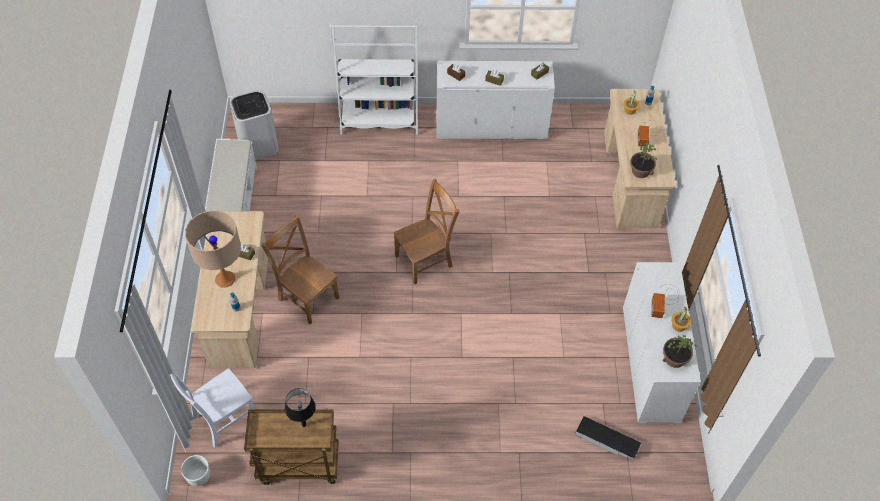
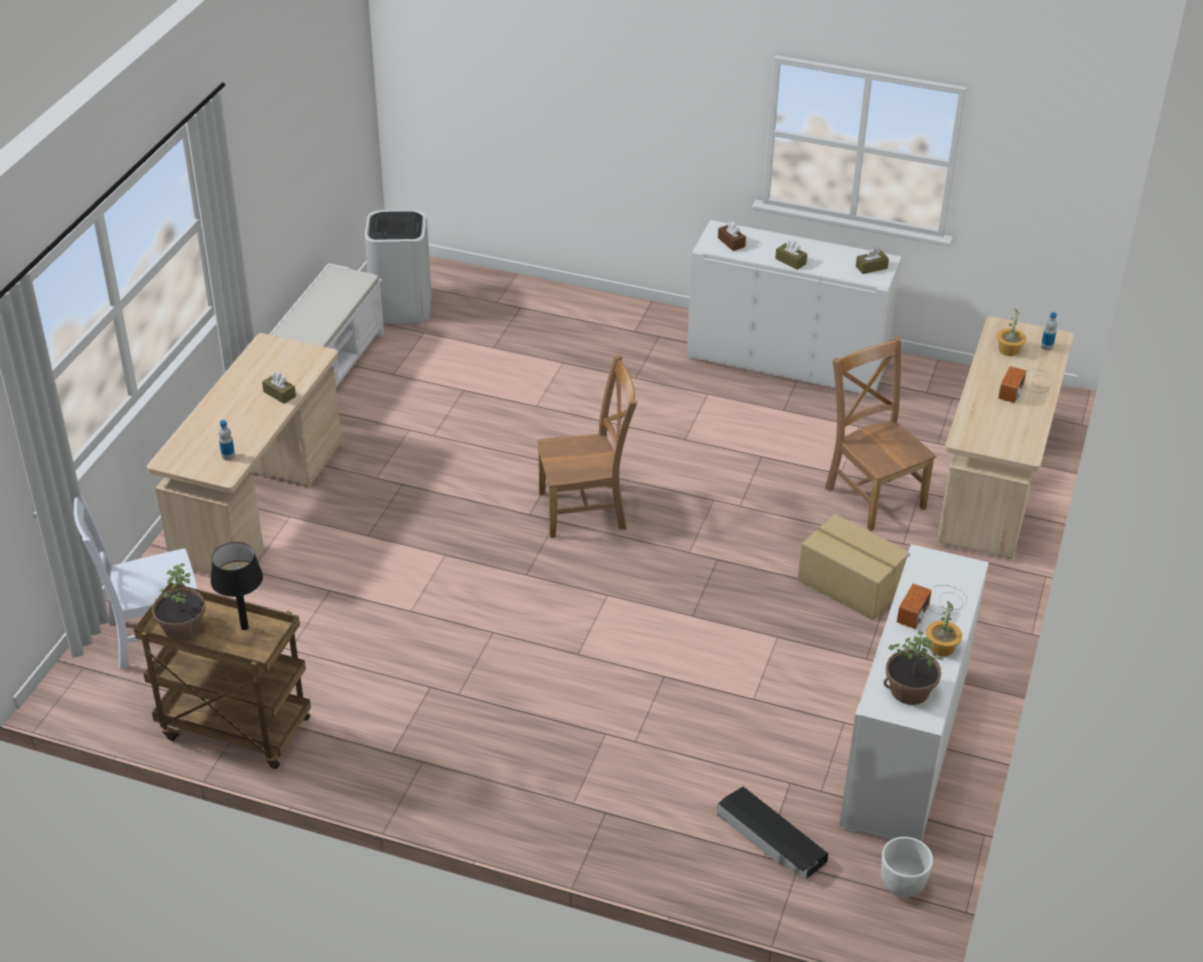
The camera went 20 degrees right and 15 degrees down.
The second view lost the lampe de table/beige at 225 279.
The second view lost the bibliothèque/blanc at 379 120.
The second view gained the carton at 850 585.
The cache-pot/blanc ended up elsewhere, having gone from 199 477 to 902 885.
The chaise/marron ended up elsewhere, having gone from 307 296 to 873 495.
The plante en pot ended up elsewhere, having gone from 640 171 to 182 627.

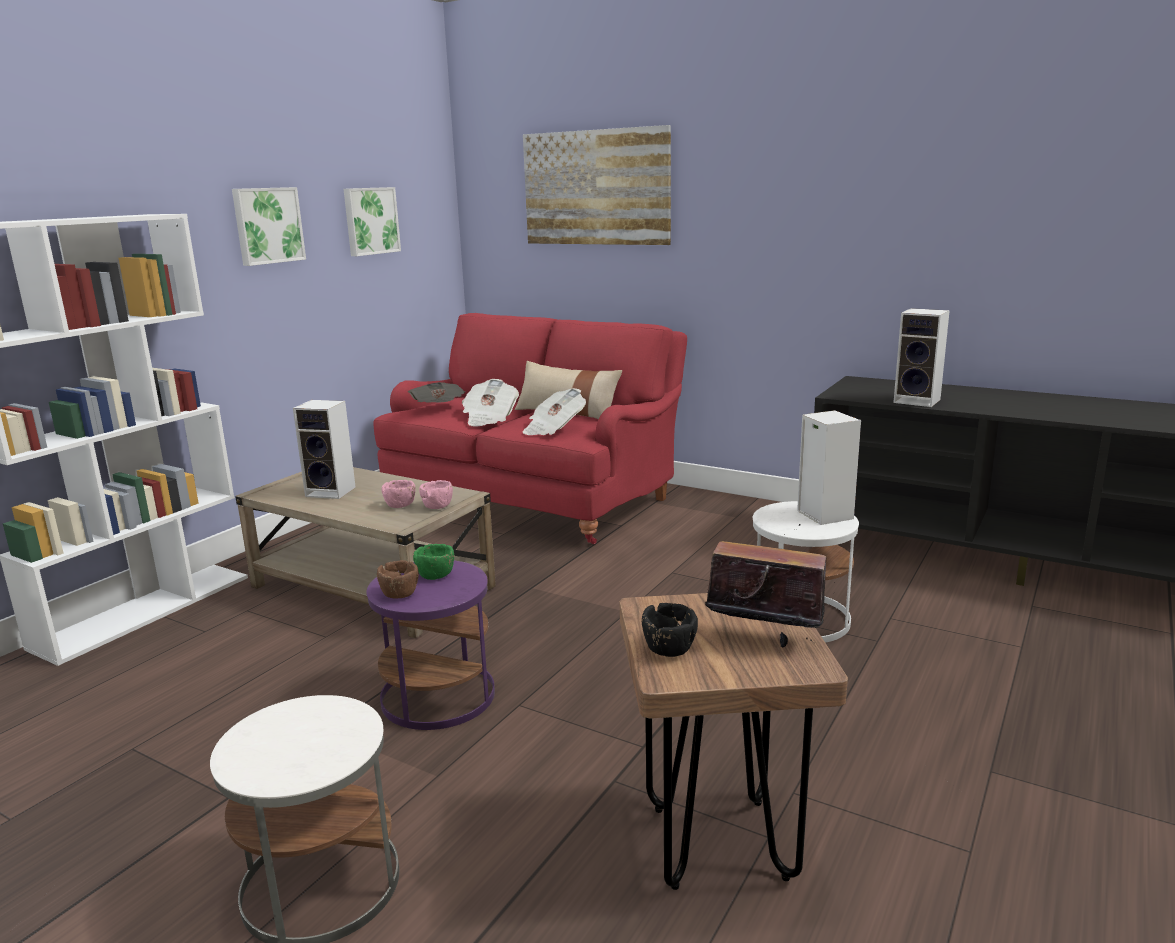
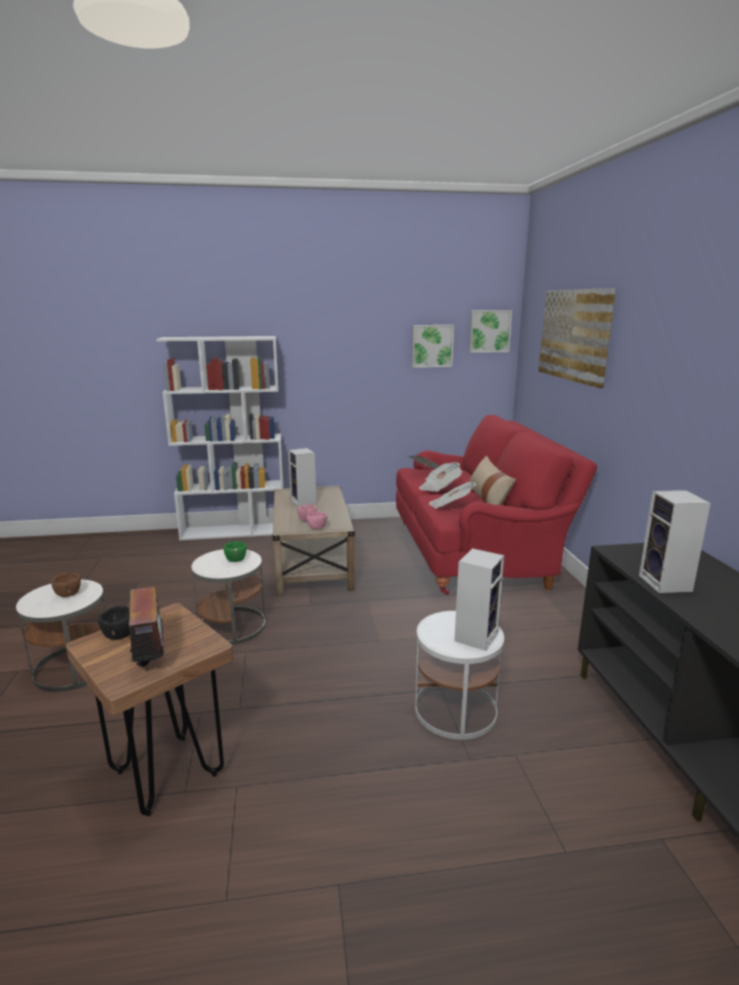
The camera went 50 degrees right and 0 degrees up.
The tableau ended up elsewhere, having gone from 267 225 to 489 331.
The bol/marron ended up elsewhere, having gone from 400 594 to 68 594.
What was the table d'appoint/violet at 438 695 turned into the table d'appoint/blanc at 232 626.

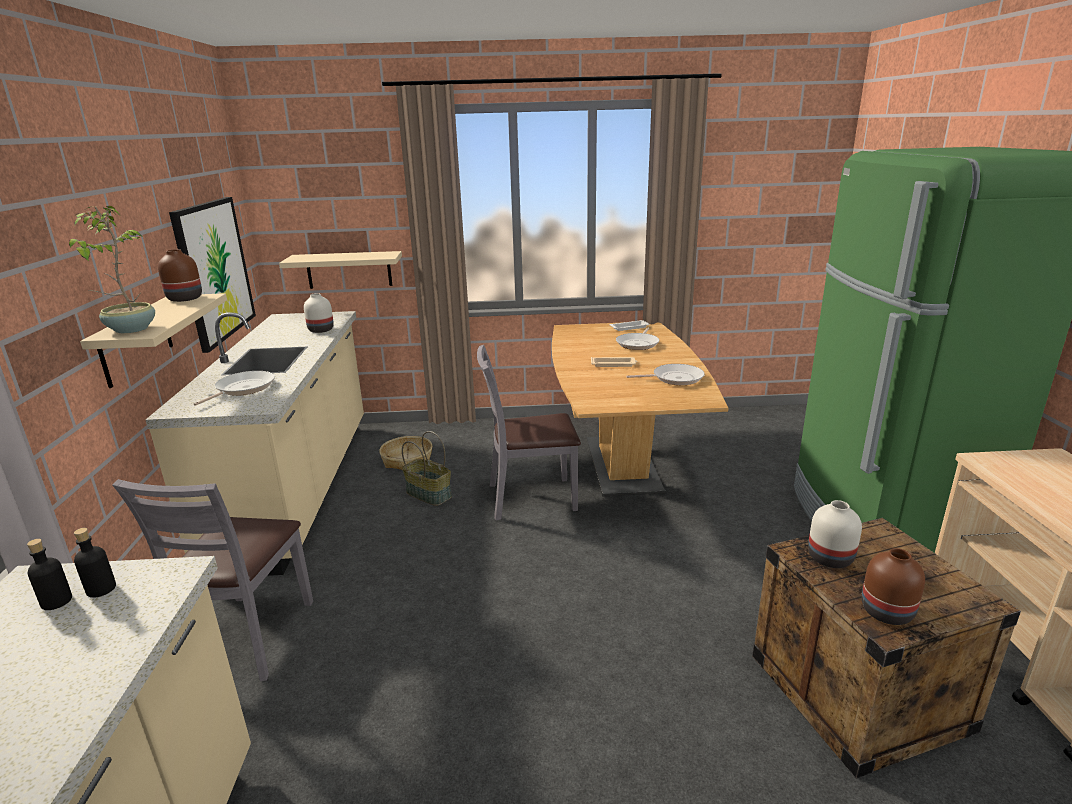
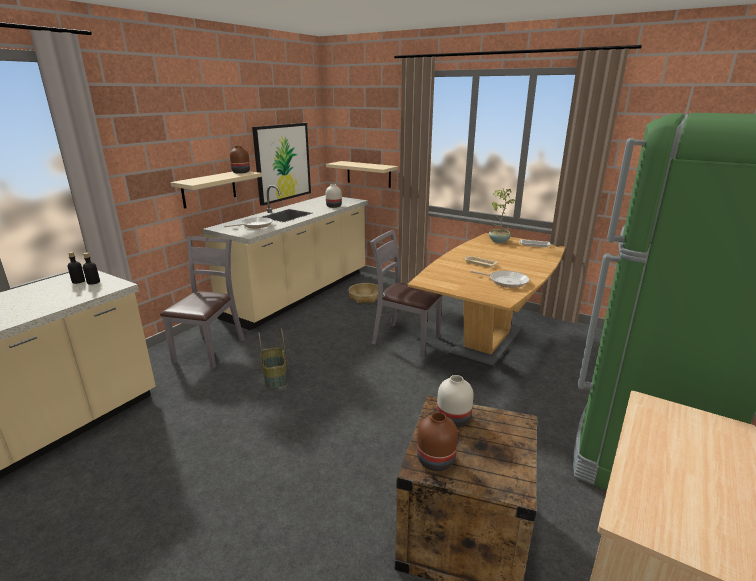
The camera went 35 degrees right and 0 degrees up.
The second view lost the poêle at 638 344.
The plante en pot ended up elsewhere, having gone from 130 329 to 498 241.
The panier ended up elsewhere, having gone from 429 494 to 275 377.
The chaise/gris at 248 637 ended up facing another way, 150 degrees clockwise from before.

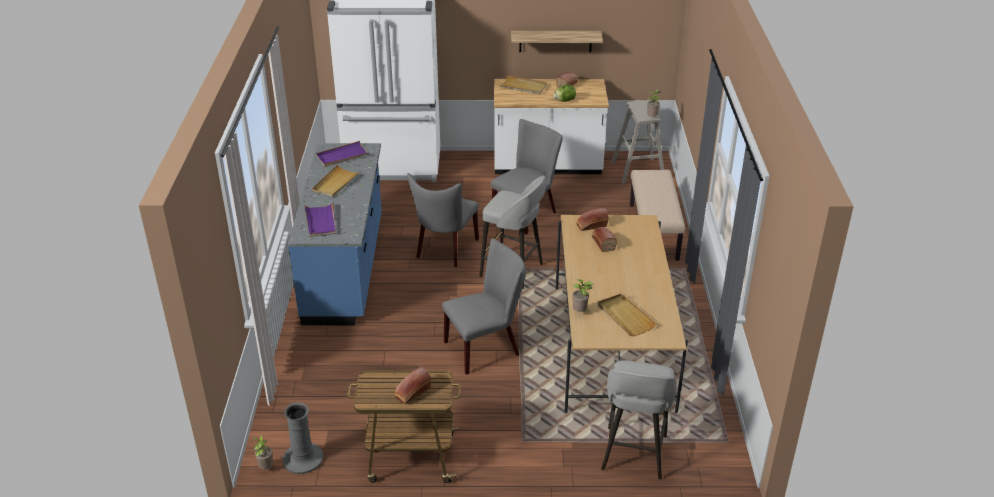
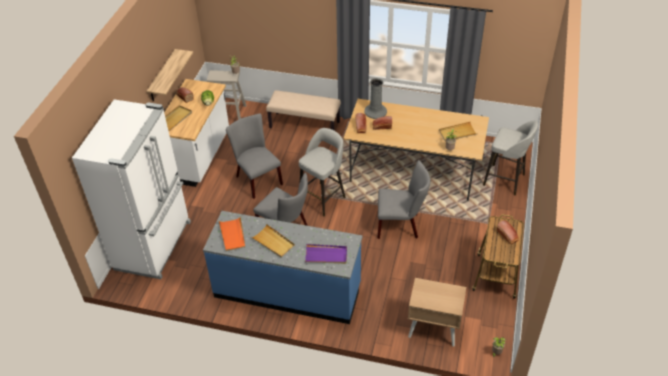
The camera went 75 degrees left and 10 degrees up.
The second view gained the table de chevet/beige at 433 328.
The vase/gris ended up elsewhere, having gone from 302 458 to 375 112.
What was the plateau/violet at 342 156 turned into the plateau/orange at 232 235.
The chaise/gris at 486 347 ended up facing another way, 105 degrees clockwise from before.

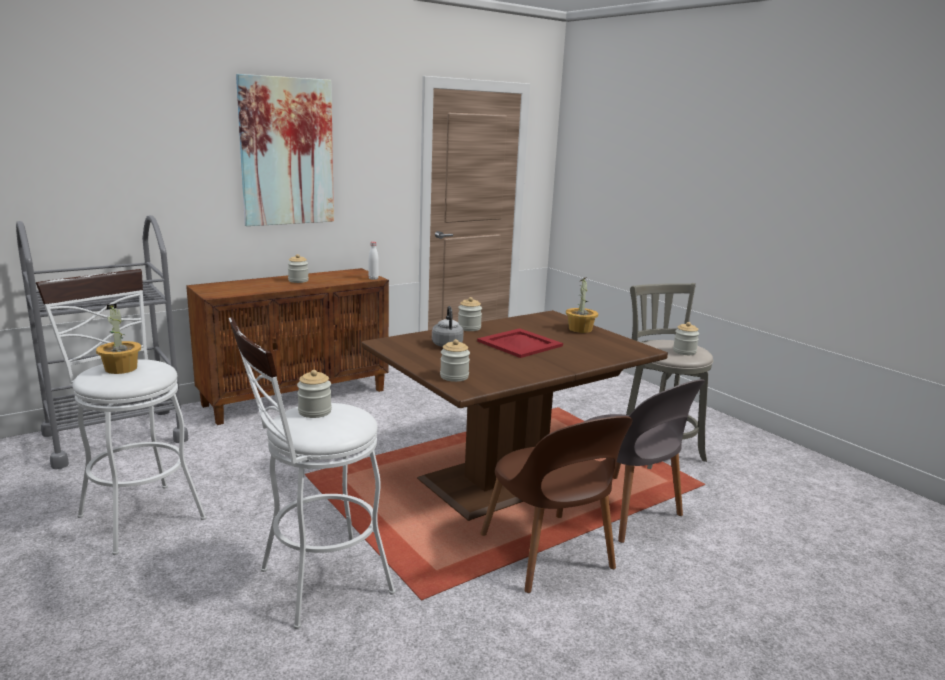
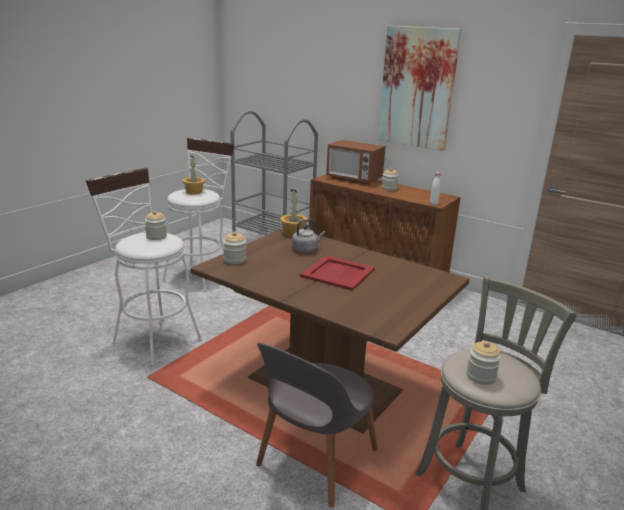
The camera went 70 degrees right and 5 degrees up.
The second view lost the bocal at 469 328.
The second view lost the chaise/marron at 548 555.
The second view gained the micro-ondes at 354 179.
The plante en pot ended up elsewhere, having gone from 580 329 to 293 233.

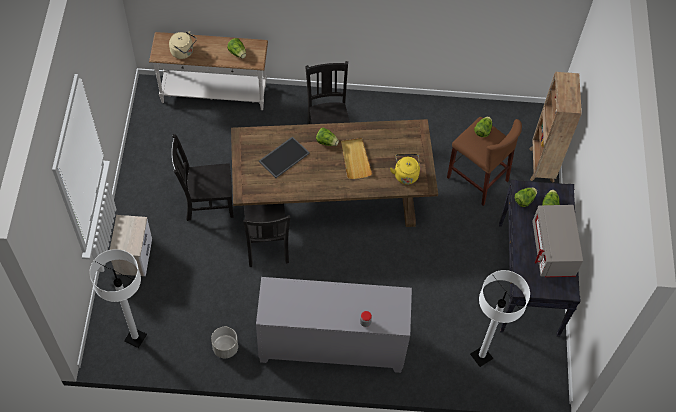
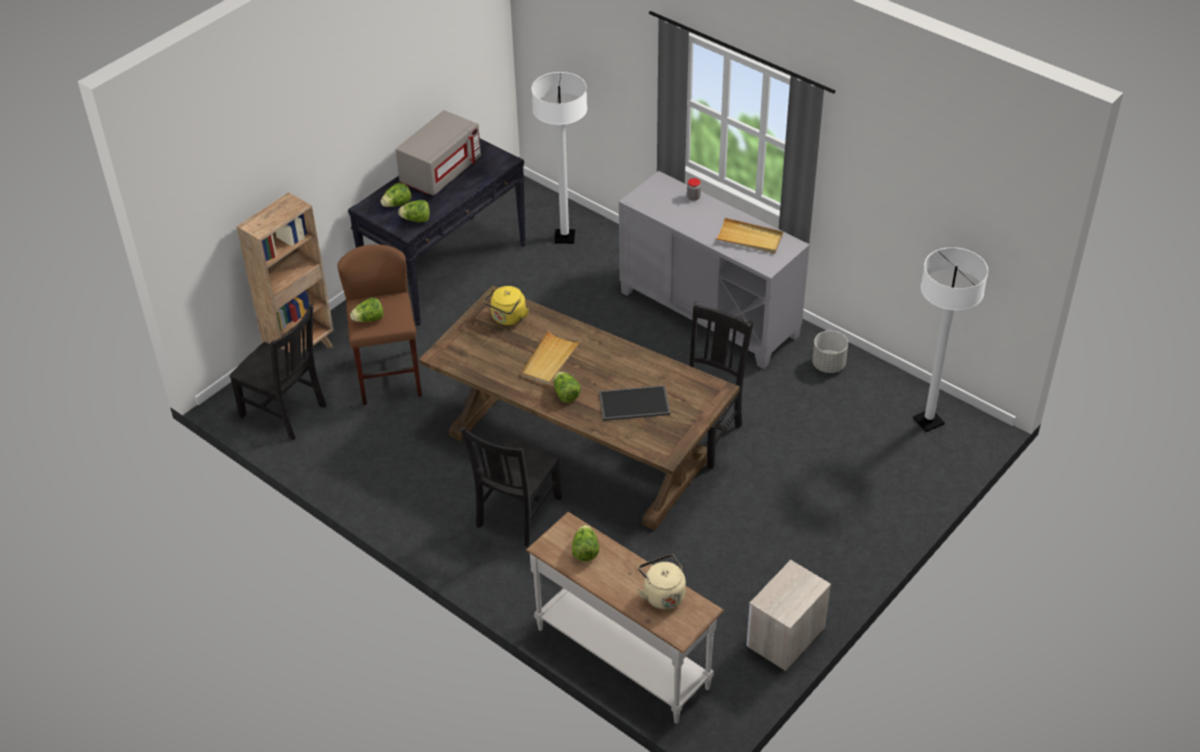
The camera went 140 degrees left and 15 degrees down.
The second view gained the plateau/beige at 749 238.
The table de chevet ended up elsewhere, having gone from 134 256 to 784 638.
The chaise/noir ended up elsewhere, having gone from 207 202 to 285 412.

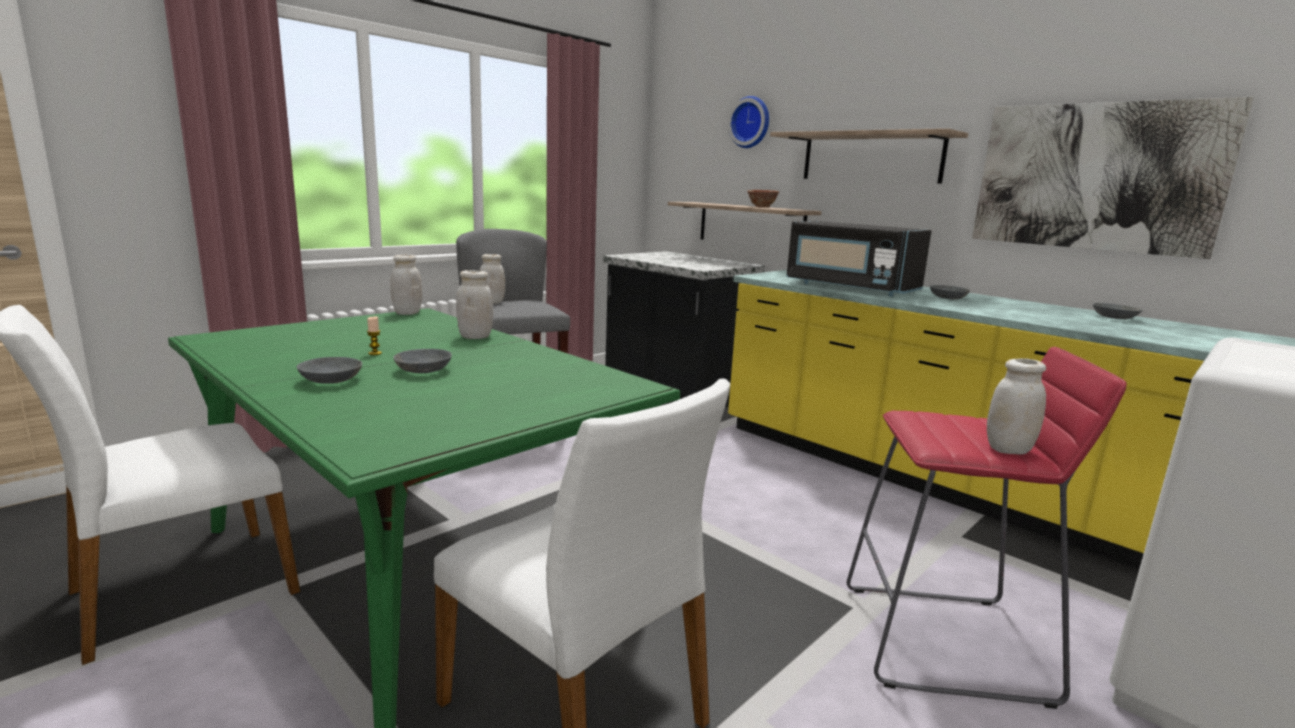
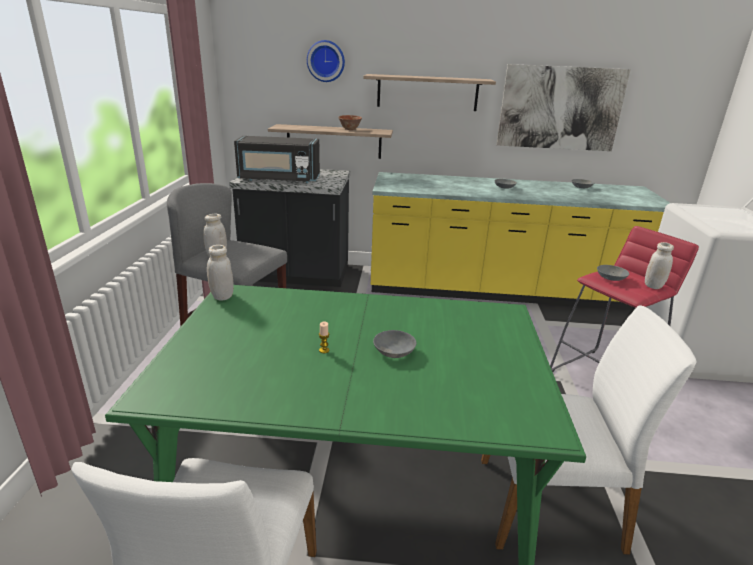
The camera went 40 degrees left and 10 degrees up.
The second view lost the bocal/blanc at 475 337.
The bol/gris ended up elsewhere, having gone from 331 380 to 611 278.
The micro-ondes/noir ended up elsewhere, having gone from 849 288 to 279 179.

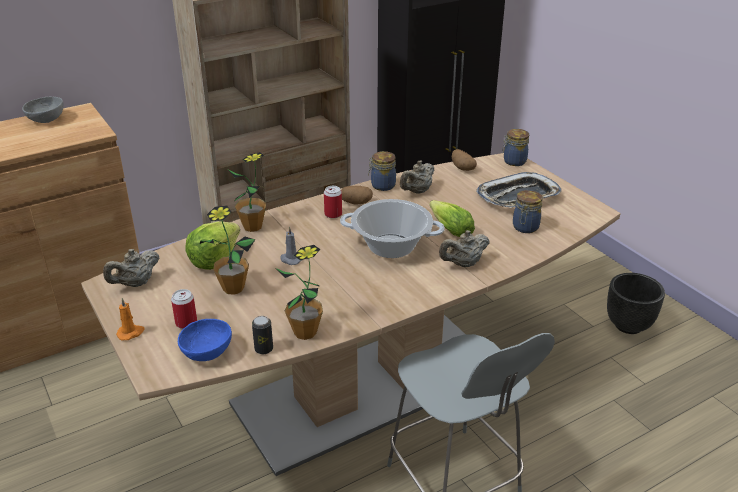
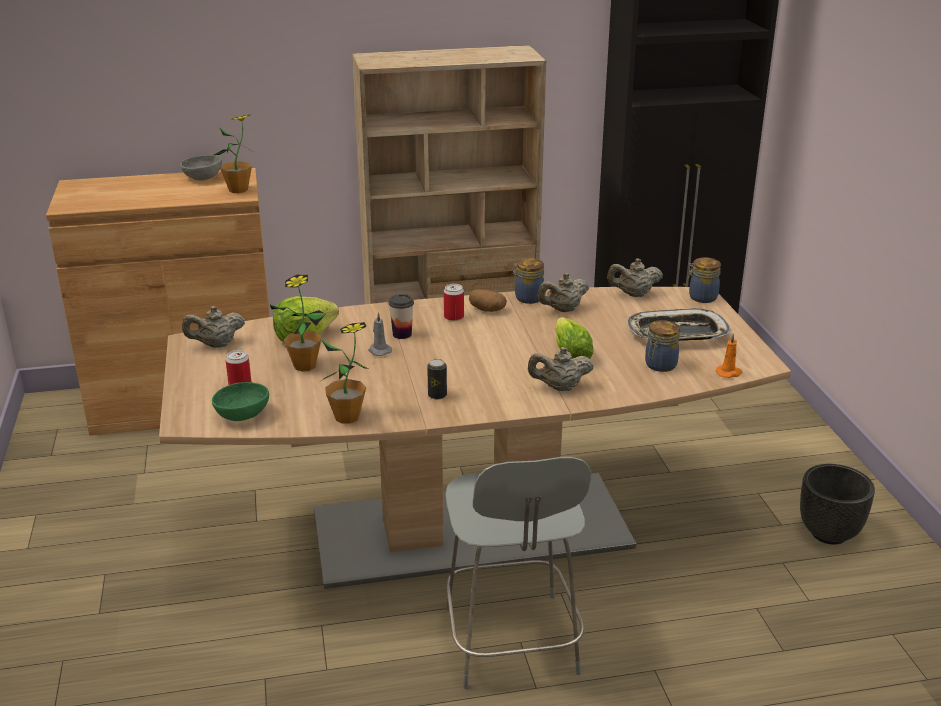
The camera went 20 degrees right and 5 degrees down.
The second view lost the marmite at 391 246.
The second view gained the tasse at 402 334.
The bougie/orange ended up elsewhere, having gone from 131 333 to 729 373.
The plante en pot ended up elsewhere, having gone from 252 226 to 238 190.
The boîte métallique ended up elsewhere, having gone from 264 349 to 437 395.
Where the pomme de terre stood at 462 168, the théière/beige came to stand at 633 294.
What was the bol/bleu at 205 352 turned into the bol/vert at 241 415.

